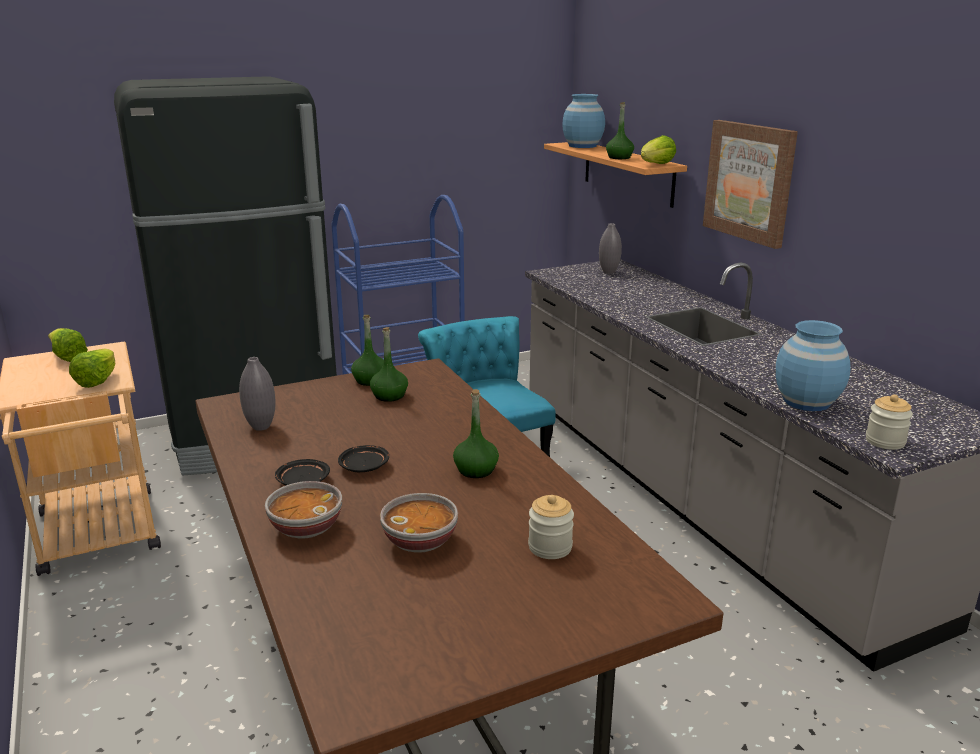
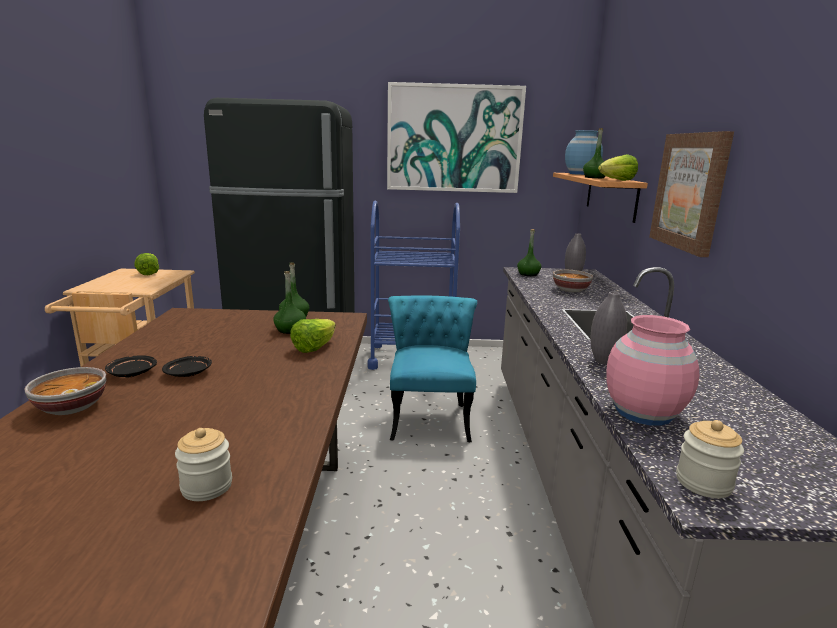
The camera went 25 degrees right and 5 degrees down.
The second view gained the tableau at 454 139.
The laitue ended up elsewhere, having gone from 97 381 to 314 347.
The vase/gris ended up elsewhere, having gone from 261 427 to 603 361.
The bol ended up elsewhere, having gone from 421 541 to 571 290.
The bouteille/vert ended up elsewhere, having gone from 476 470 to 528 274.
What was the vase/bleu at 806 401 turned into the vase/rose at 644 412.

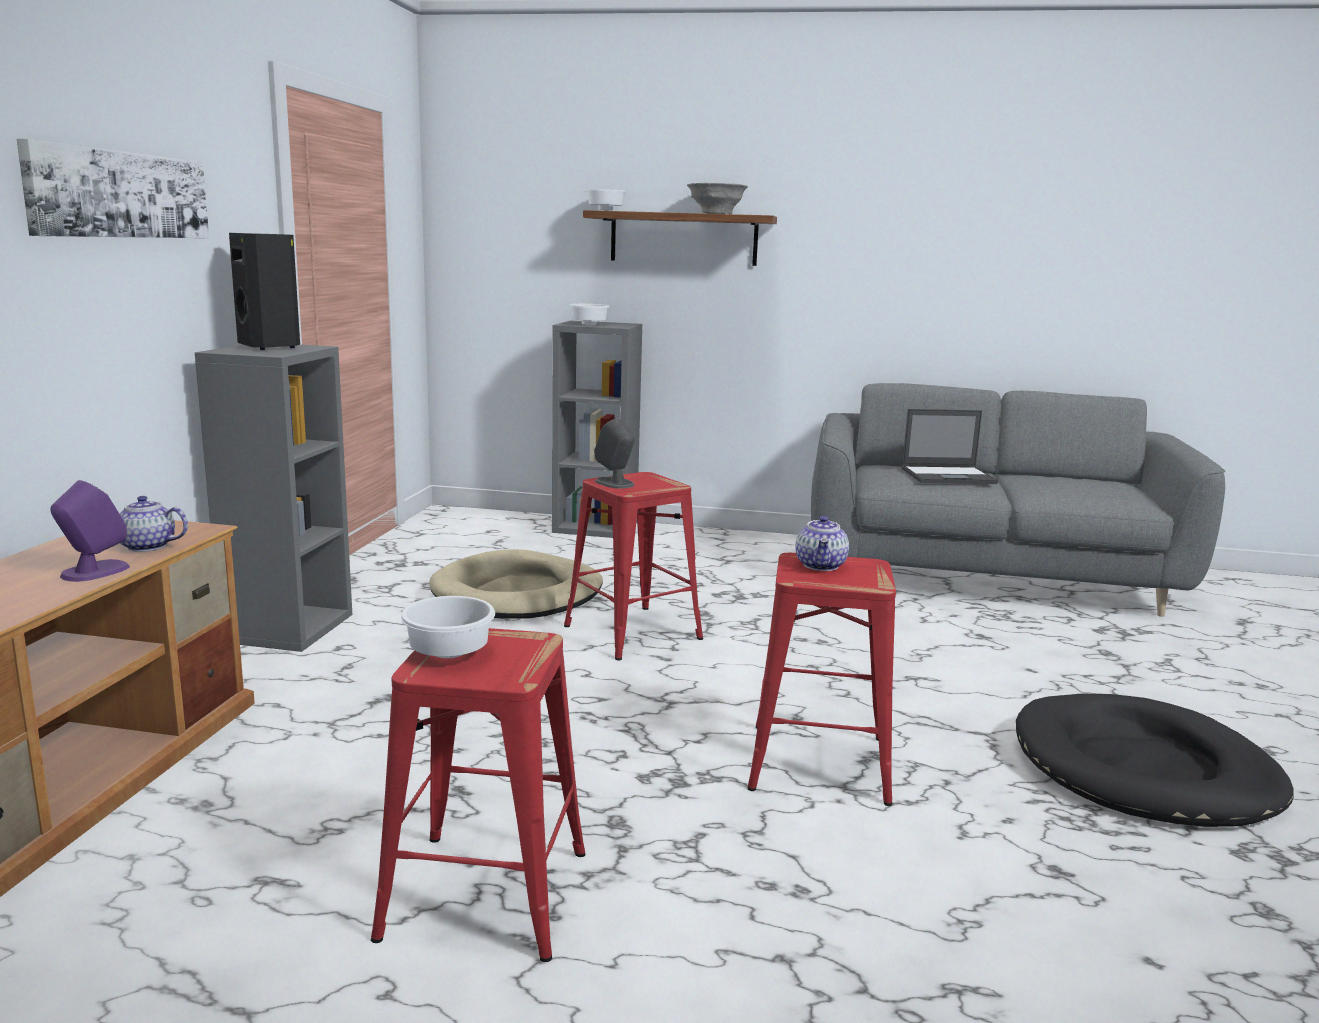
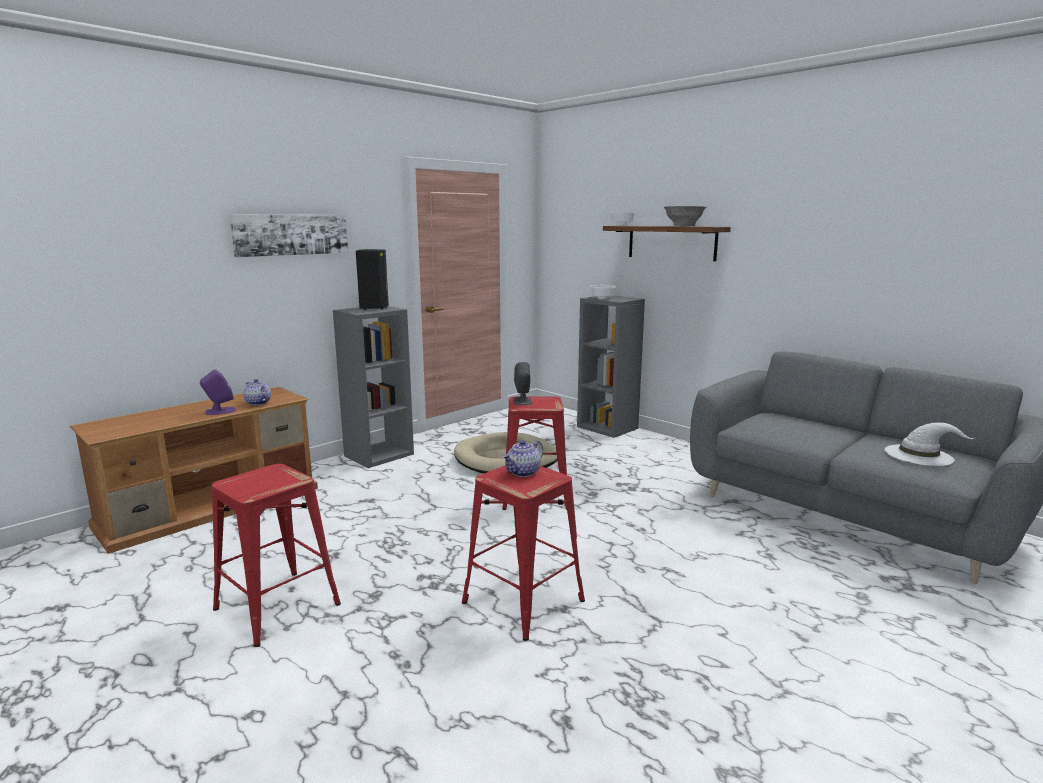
The camera went 35 degrees right and 0 degrees up.
The second view lost the bol/blanc at 446 653.
The second view lost the ordinateur portable at 949 476.
The second view lost the panier pour chien/noir at 1144 770.
The second view gained the chapeau/blanc at 920 455.

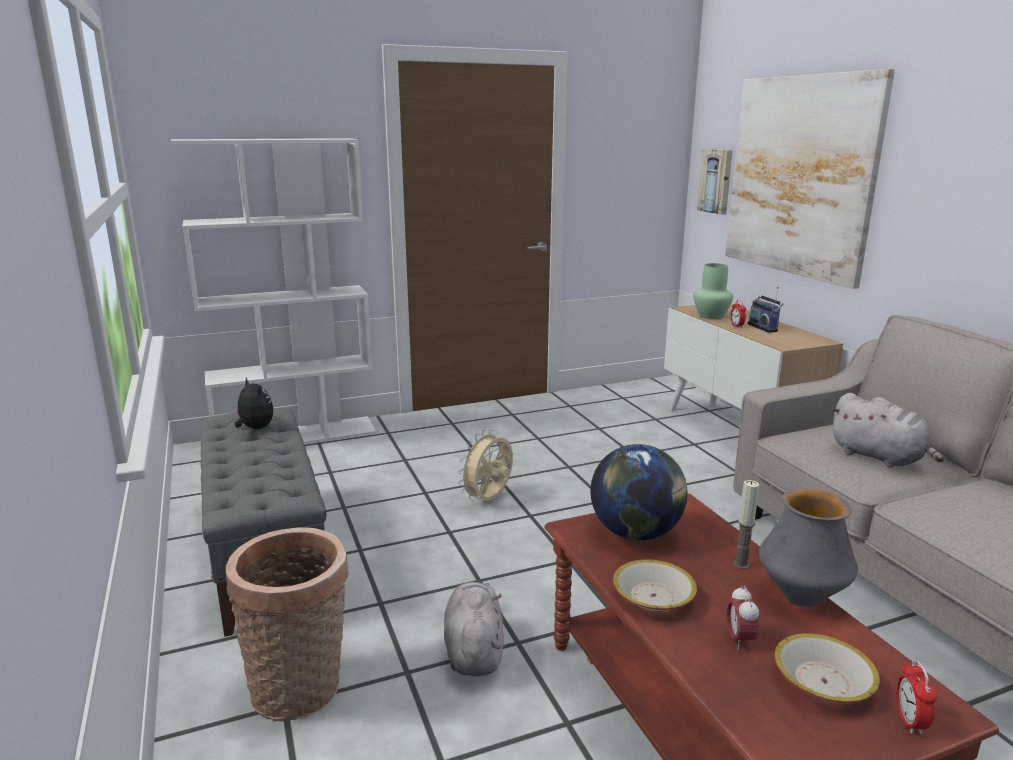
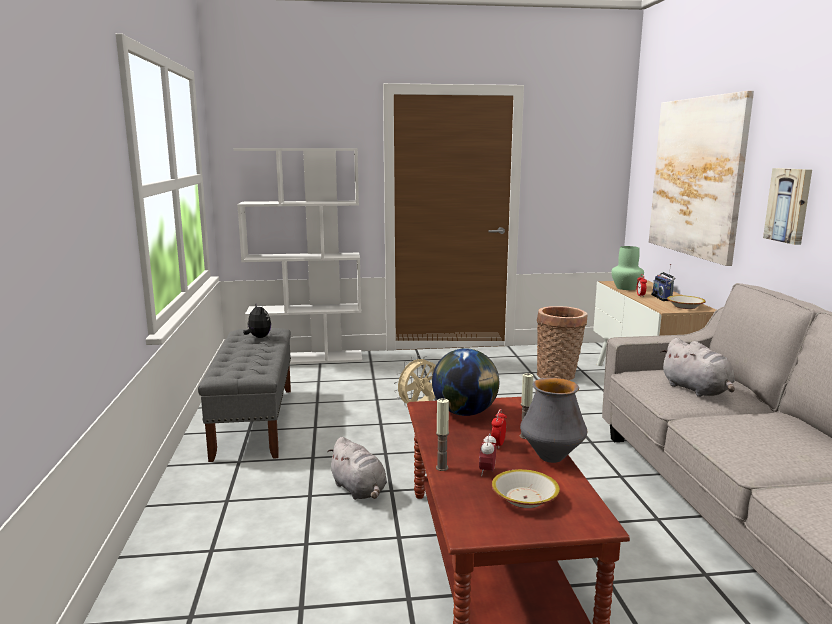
The camera went 15 degrees right and 5 degrees down.
The second view gained the bougie at 442 468.
The panier ended up elsewhere, having gone from 302 689 to 558 376.
The bol ended up elsewhere, having gone from 653 597 to 685 306.
The tableau ended up elsewhere, having gone from 716 181 to 789 205.
The réveil ended up elsewhere, having gone from 909 721 to 498 444.
The peluche/gris at 473 650 ended up facing another way, 135 degrees clockwise from before.

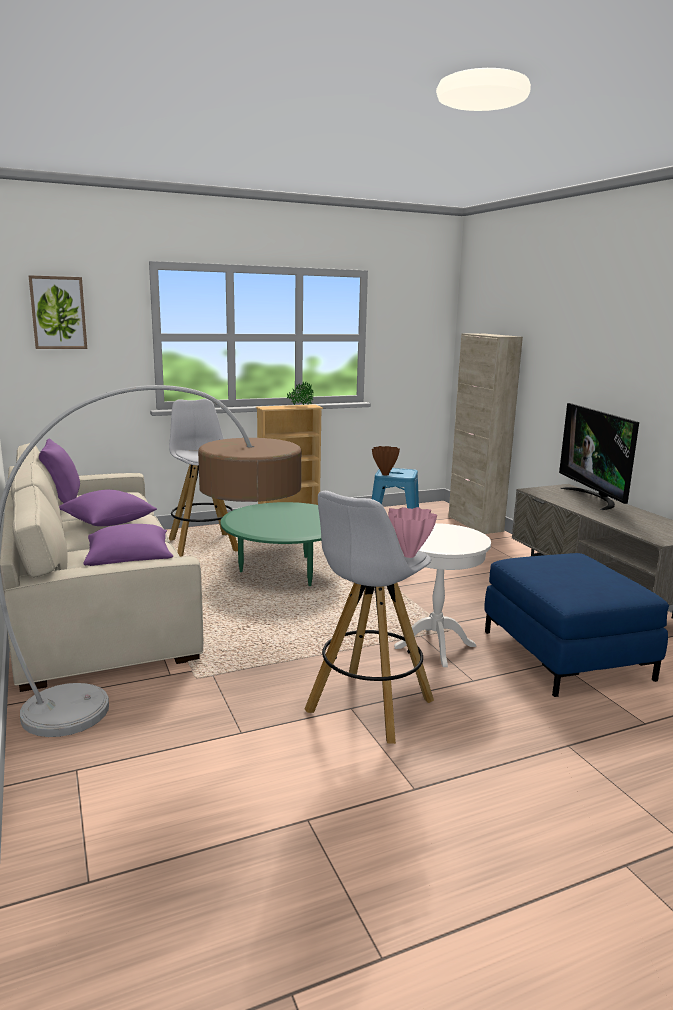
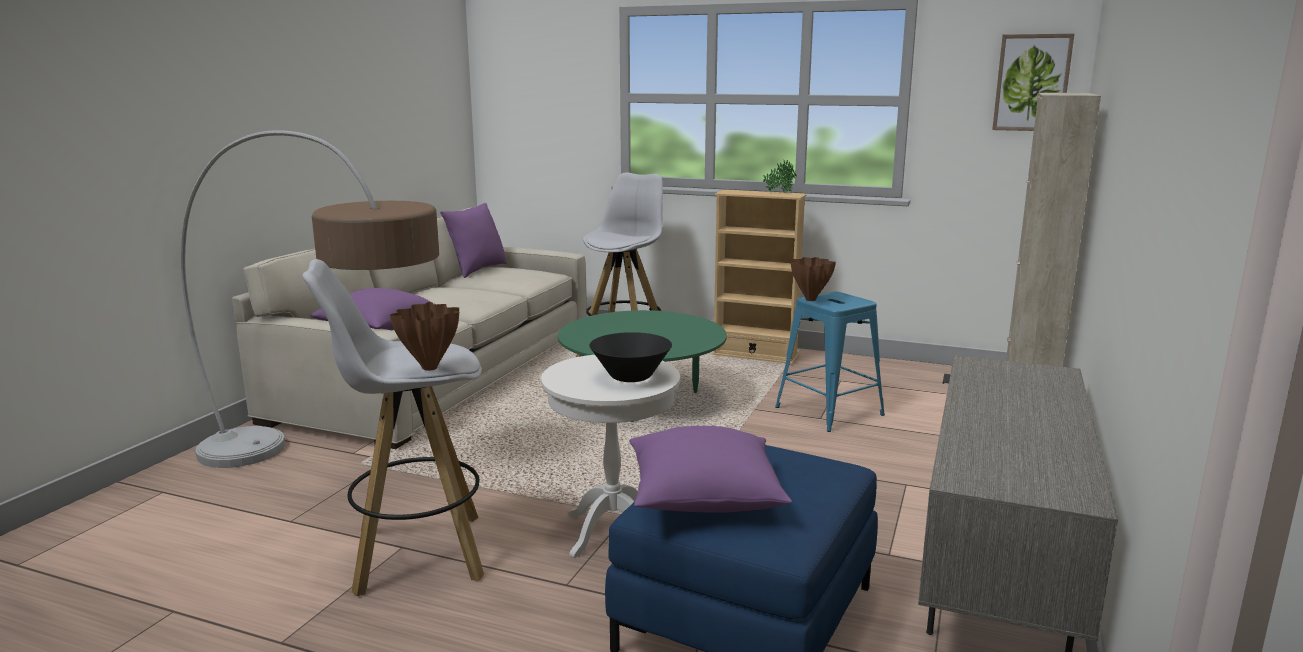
The camera went 45 degrees right and 0 degrees up.
The second view lost the téléviseur at 594 498.
The second view gained the bol/noir at 630 377.
The tableau ended up elsewhere, having gone from 58 313 to 1032 83.
The coussin/violet ended up elsewhere, having gone from 108 523 to 704 499.
What was the vase/rose at 410 556 turned into the vase/marron at 429 368.

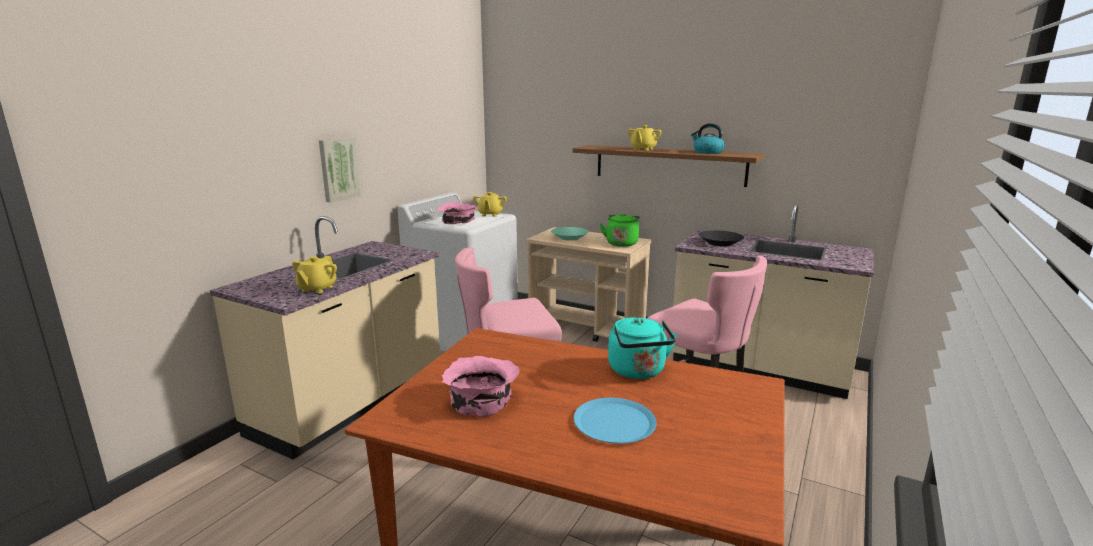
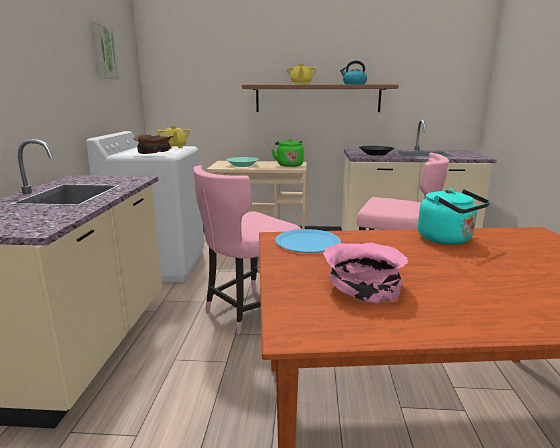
The camera went 25 degrees left and 0 degrees up.
The second view lost the théière/jaune at 317 288.
The tableau ended up elsewhere, having gone from 338 169 to 104 52.
The assiette/bleu ended up elsewhere, having gone from 614 422 to 307 242.
What was the bol/rose at 458 223 turned into the bol/marron at 154 153.

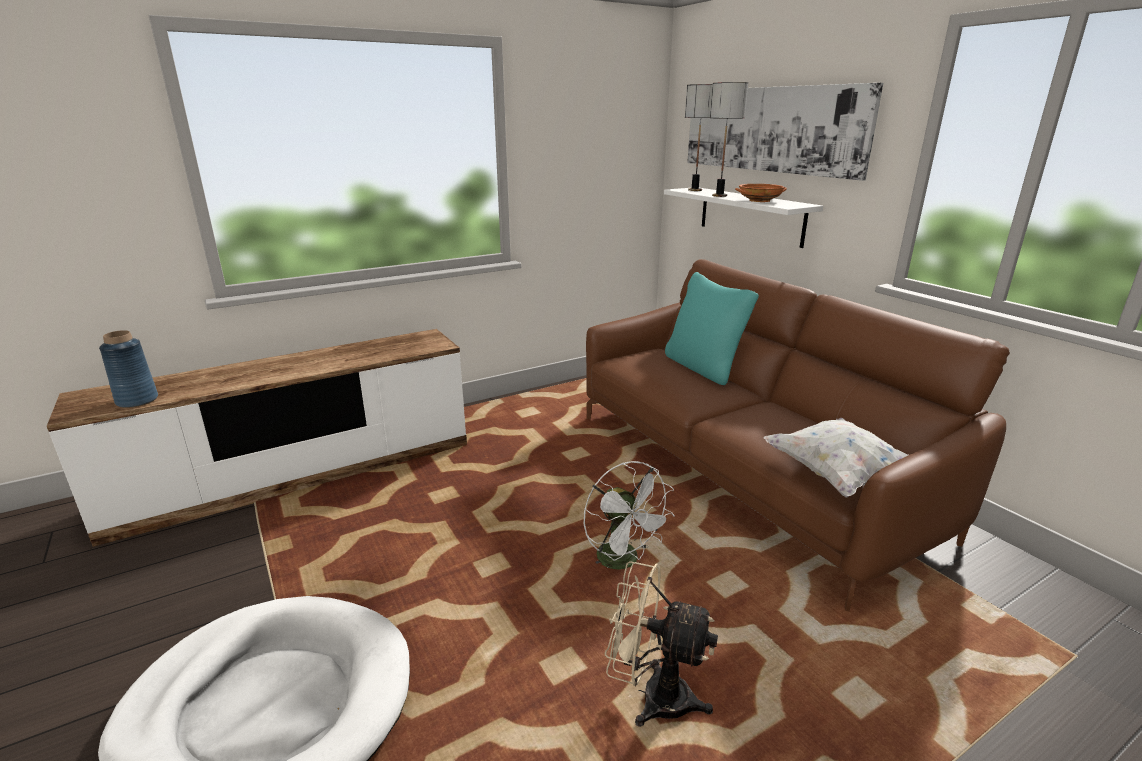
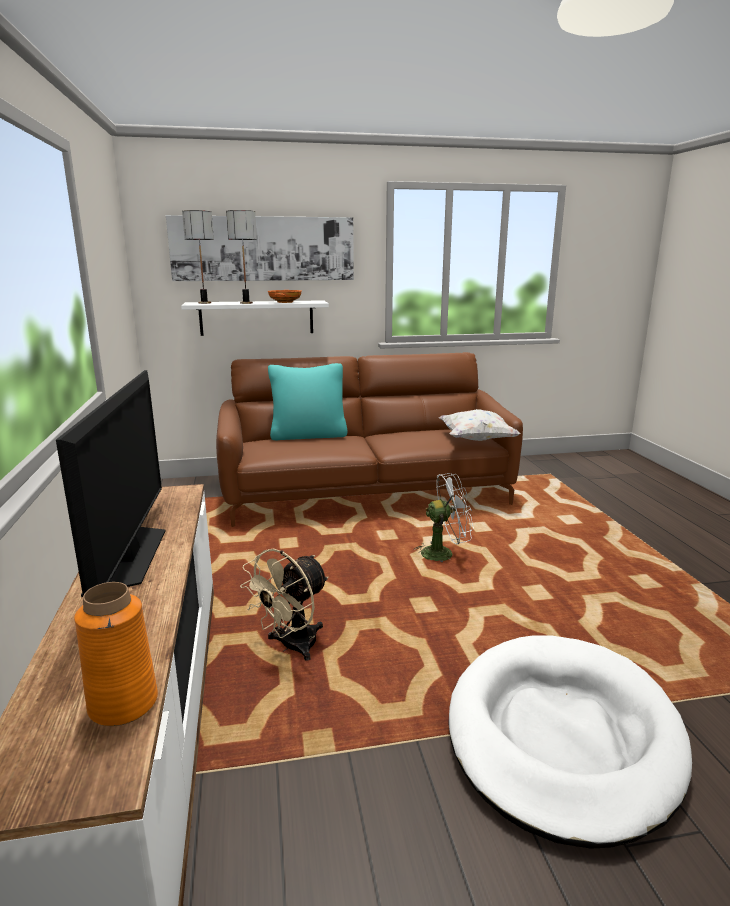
The camera went 70 degrees left and 5 degrees down.
The second view gained the téléviseur at 130 556.
The ventilateur/beige ended up elsewhere, having gone from 653 696 to 291 647.
What was the vase/bleu at 137 400 turned into the vase/orange at 123 703.

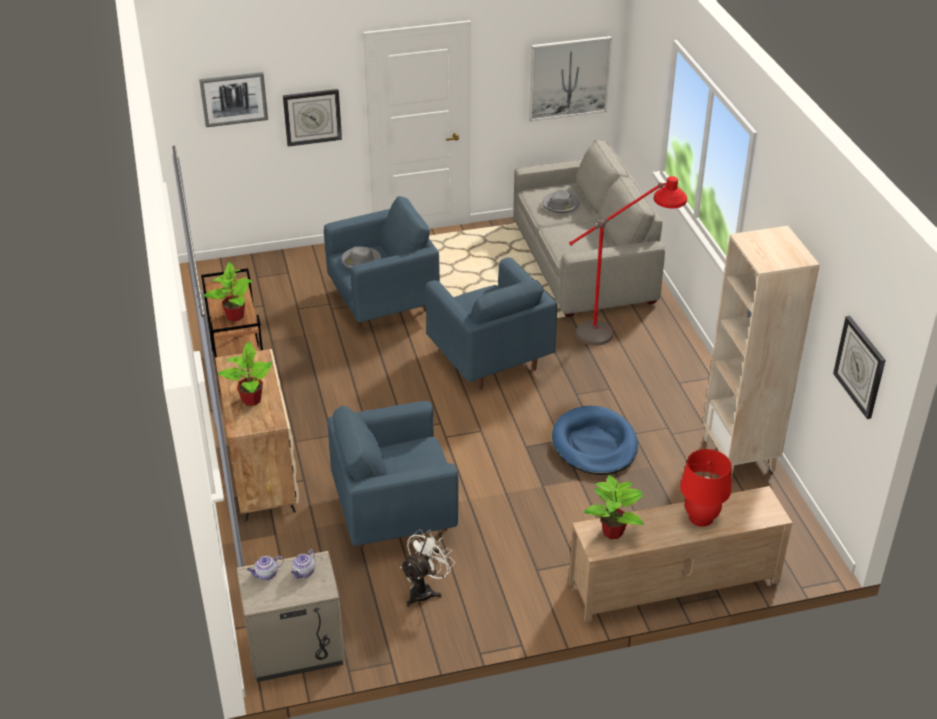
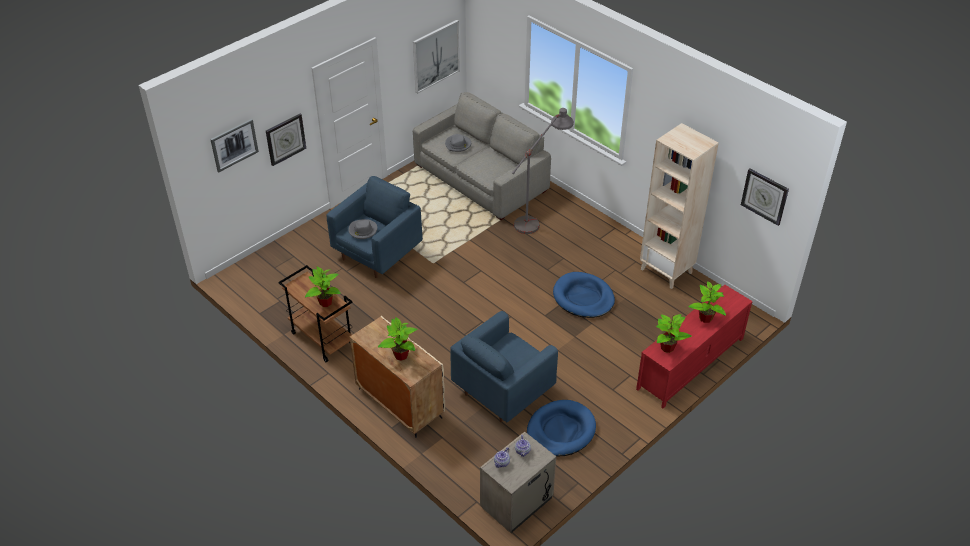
The camera went 30 degrees left and 5 degrees up.
The second view lost the fauteuil/bleu at 489 358.
Where the ventilateur/blanc stood at 425 590, the panier pour chien/bleu came to stand at 560 430.
Where the lampe de table/rouge stood at 701 517, the plante en pot came to stand at 705 318.
What was the lampadaire/rouge at 619 329 turned into the lampadaire/gris at 539 216.
What was the meuble télé/beige at 673 583 turned into the meuble télé/rouge at 690 363.

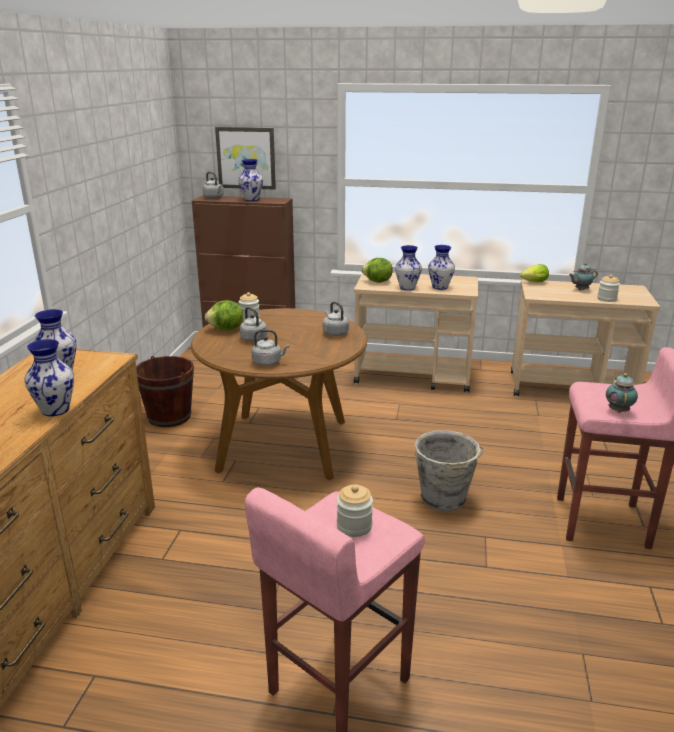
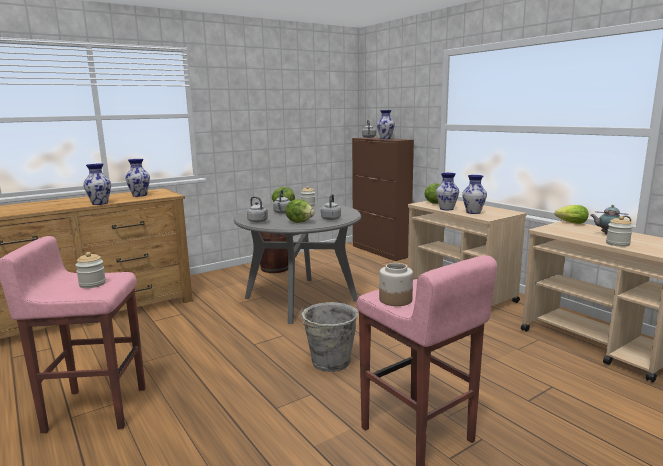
The camera went 45 degrees right and 10 degrees down.
The second view lost the tableau at 246 158.
The second view gained the laitue at 300 222.
Where the théière stood at 618 410, the bocal came to stand at 395 300.
What was the table à manger/marron at 283 445 turned into the table à manger/gris at 301 299.

